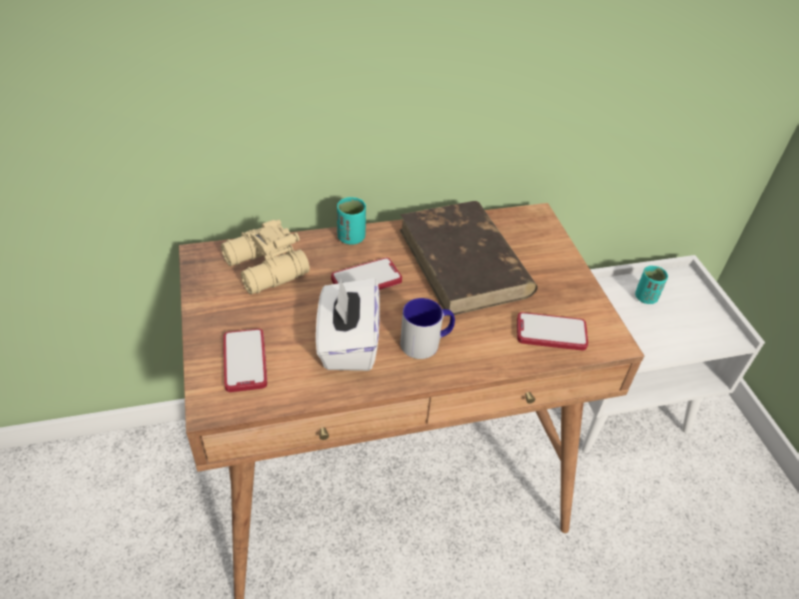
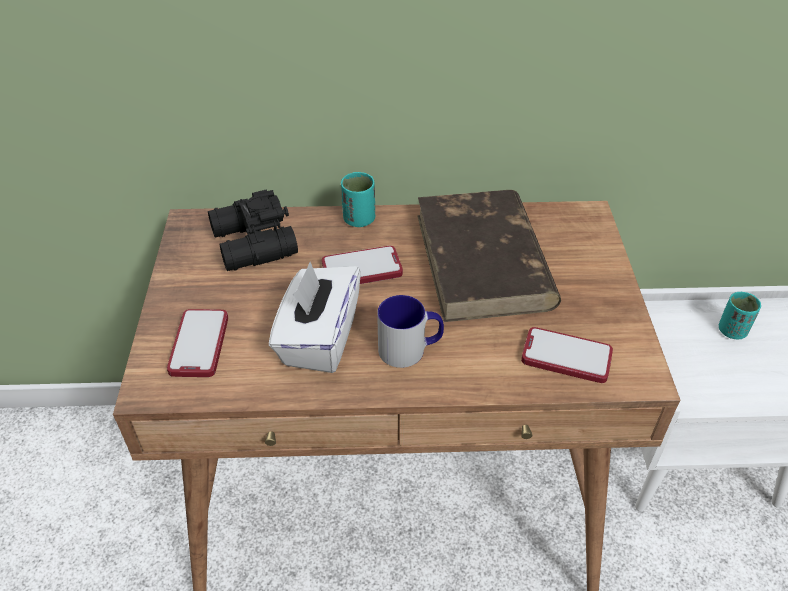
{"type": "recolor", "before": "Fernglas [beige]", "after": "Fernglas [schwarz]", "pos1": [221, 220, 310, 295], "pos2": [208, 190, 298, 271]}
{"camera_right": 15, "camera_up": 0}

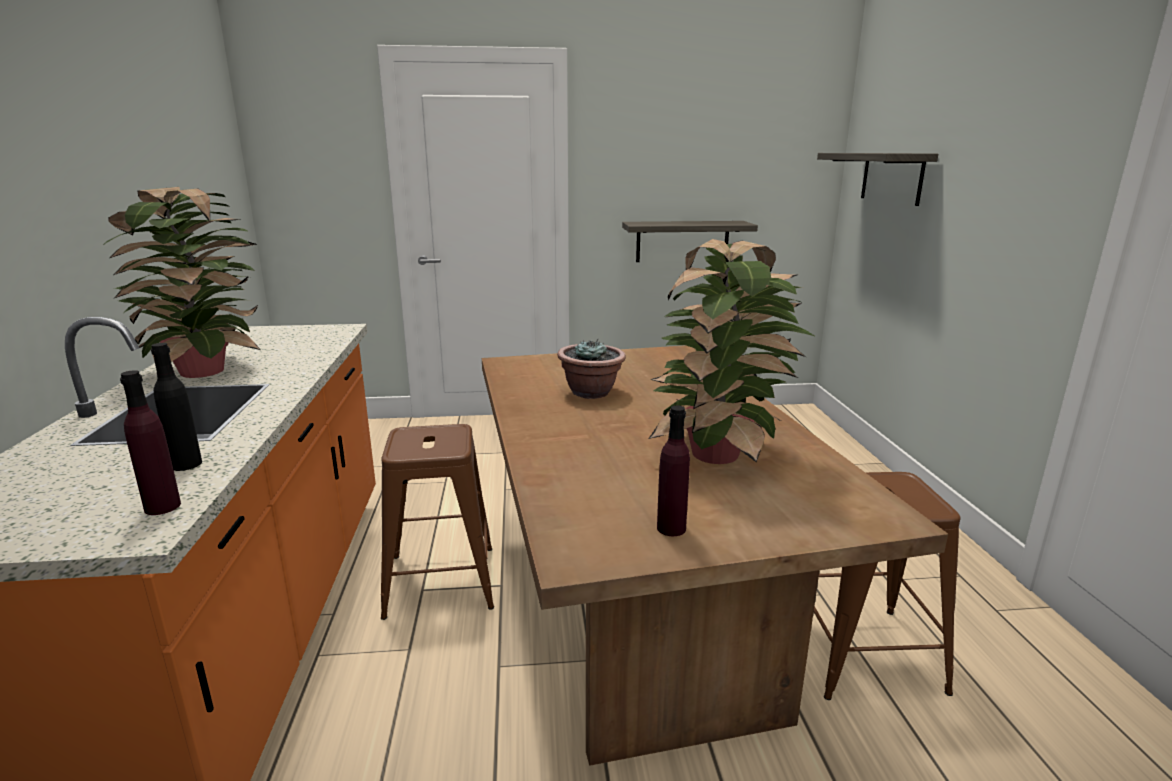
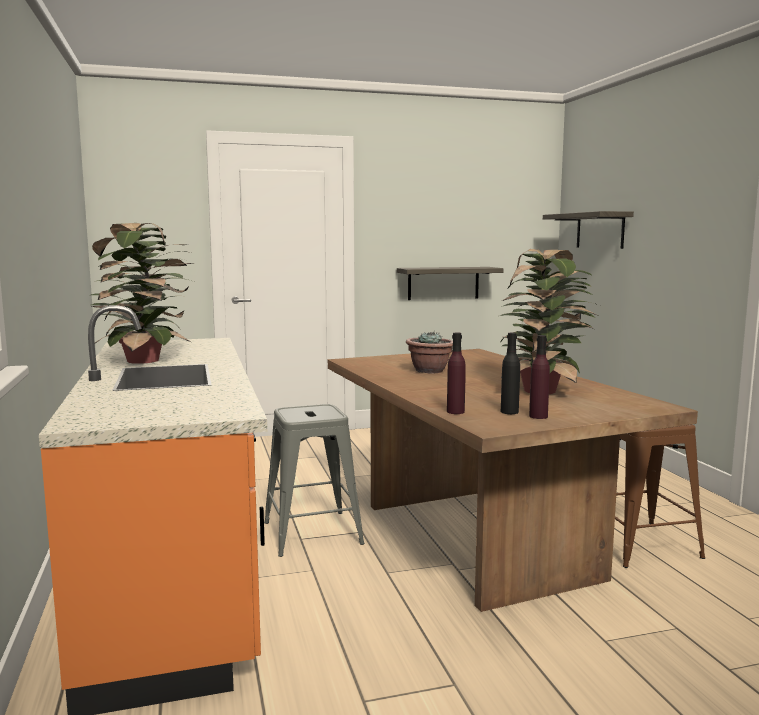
{"type": "recolor", "before": "Hocker [braun]", "after": "Hocker [grau]", "pos1": [381, 424, 494, 620], "pos2": [264, 404, 364, 557]}
{"type": "move", "before": "Flasche [lila]", "pos1": [120, 370, 181, 515], "pos2": [447, 332, 466, 414]}
{"type": "move", "before": "Flasche [schwarz]", "pos1": [151, 343, 202, 471], "pos2": [501, 333, 520, 414]}
{"camera_right": -10, "camera_up": -10}

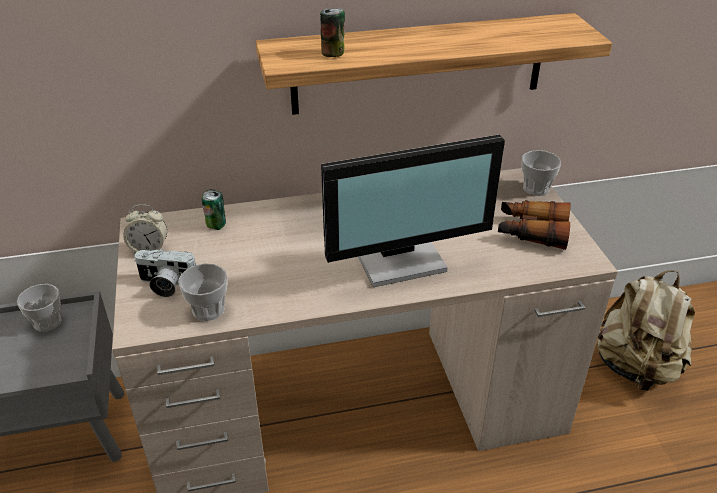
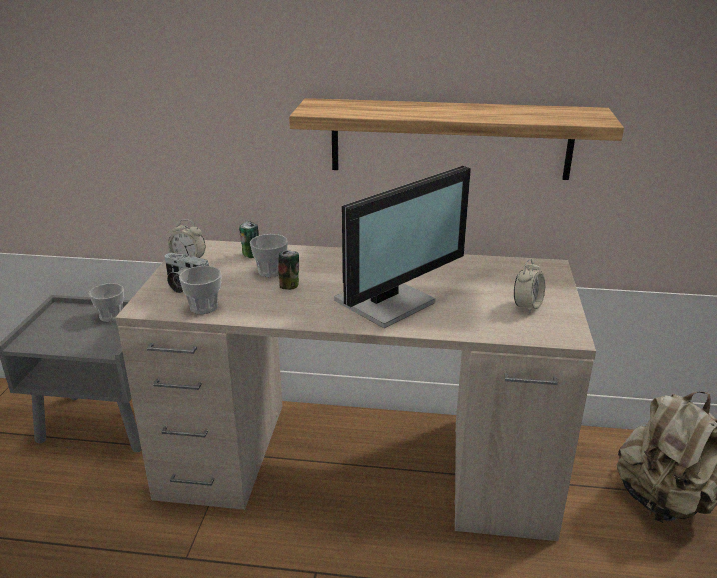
{"type": "move", "before": "Tasse", "pos1": [522, 150, 561, 196], "pos2": [250, 234, 288, 277]}
{"type": "move", "before": "Dose", "pos1": [320, 8, 345, 57], "pos2": [278, 250, 299, 290]}
{"type": "rotate", "before": "Monitor", "pos1": [321, 135, 505, 287], "pos2": [334, 166, 471, 328], "turn": -45}
{"type": "replace", "before": "Fernglas", "after": "Wecker", "pos1": [498, 200, 571, 250], "pos2": [514, 259, 545, 313]}
{"camera_right": 20, "camera_up": -10}

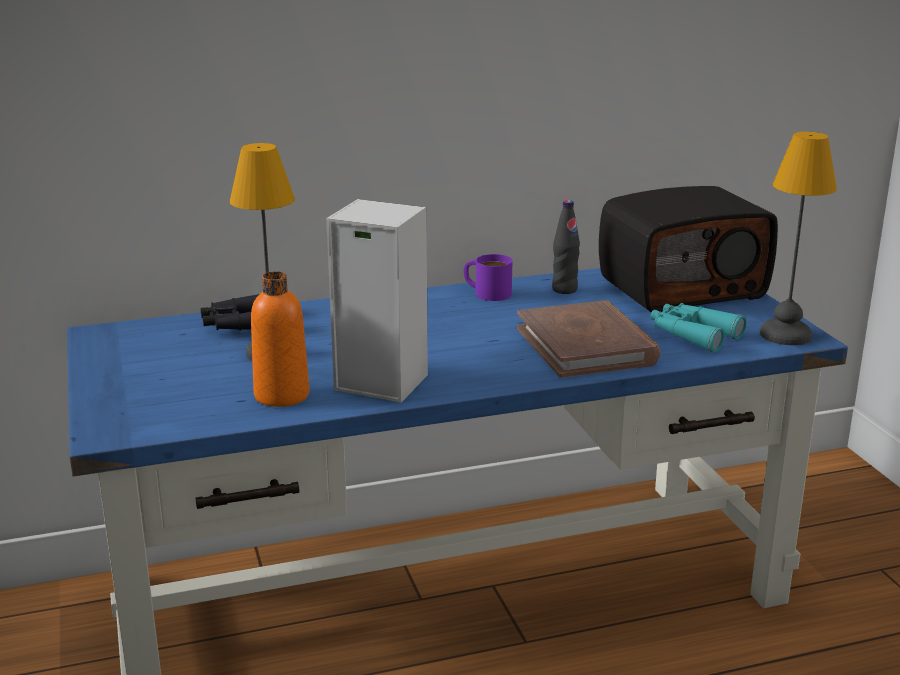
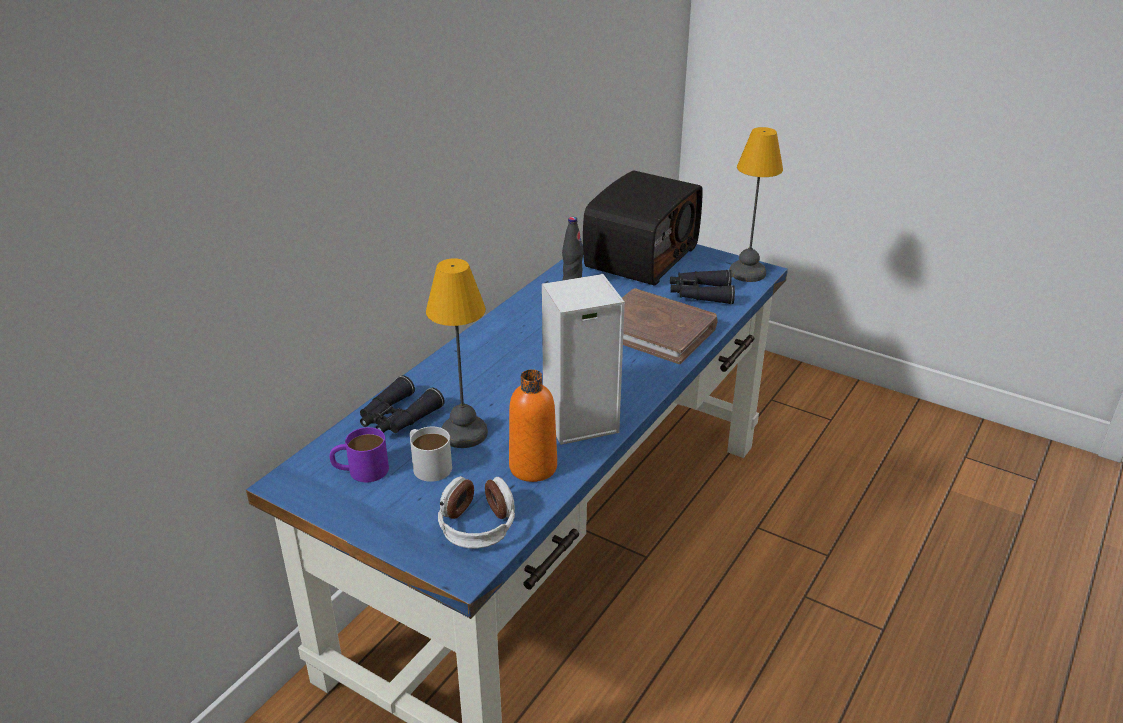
{"type": "move", "before": "Henkelbecher [lila]", "pos1": [464, 254, 513, 301], "pos2": [330, 427, 389, 482]}
{"type": "insert", "after": "Henkelbecher [weiß]", "pos2": [410, 427, 452, 482]}
{"type": "insert", "after": "Kopfhörer", "pos2": [438, 476, 515, 549]}
{"type": "recolor", "before": "Fernglas [türkis]", "after": "Fernglas [schwarz]", "pos1": [650, 303, 747, 353], "pos2": [670, 269, 735, 304]}
{"camera_right": -40, "camera_up": 10}

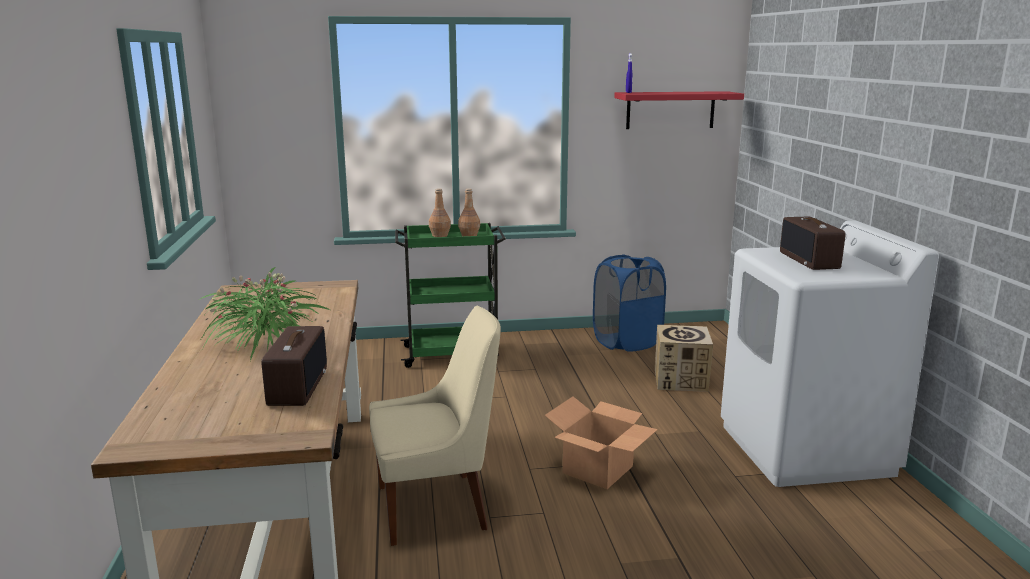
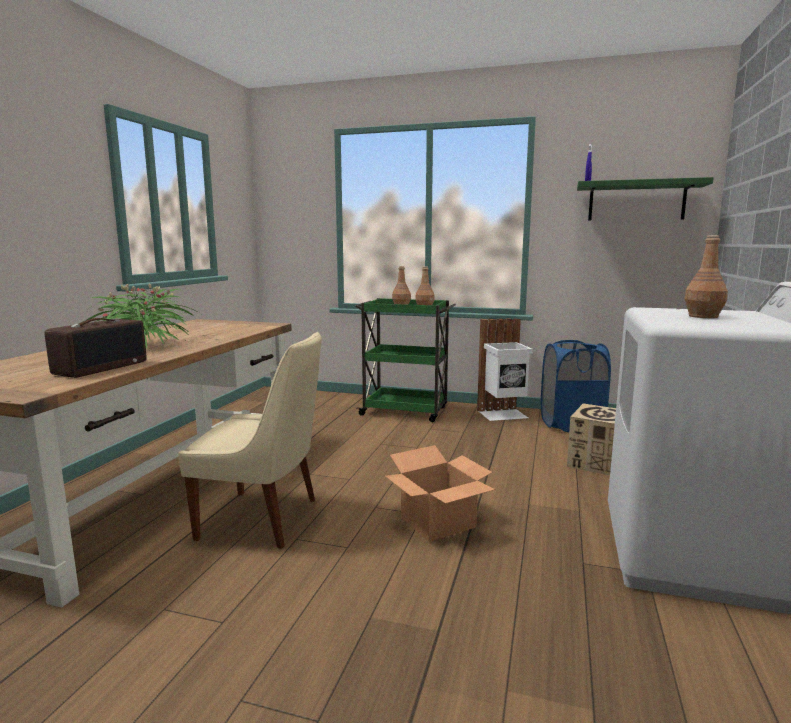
{"type": "insert", "after": "Mülleimer [weiß]", "pos2": [477, 319, 533, 421]}
{"type": "recolor", "before": "Wandregal [rot]", "after": "Wandregal [grün]", "pos1": [614, 91, 744, 129], "pos2": [577, 177, 714, 220]}
{"type": "replace", "before": "Radio", "after": "Flasche [braun]", "pos1": [780, 217, 846, 270], "pos2": [684, 235, 728, 318]}
{"camera_right": 25, "camera_up": -5}

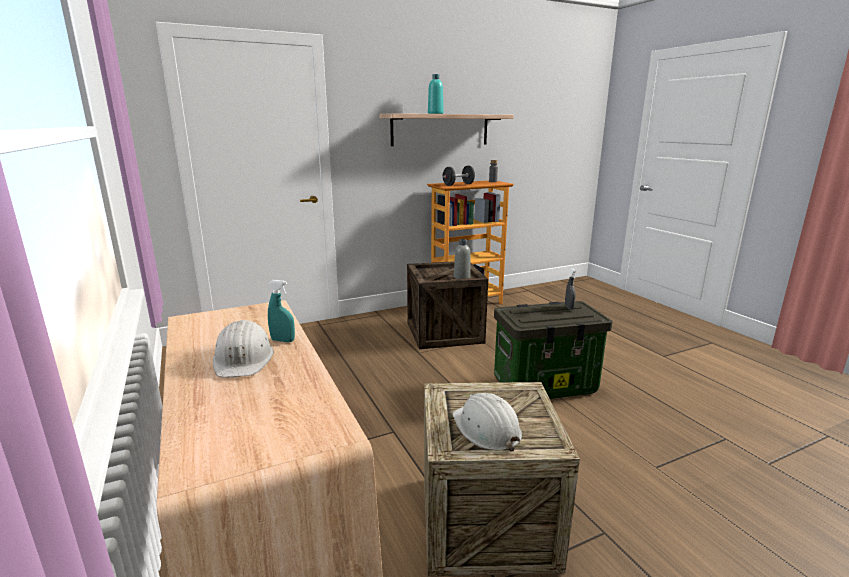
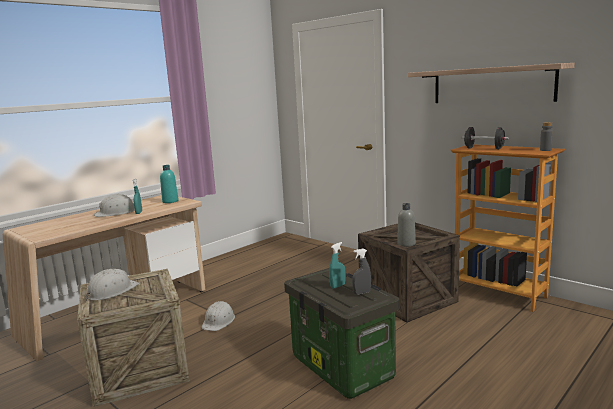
{"type": "move", "before": "Flasche [türkis]", "pos1": [428, 74, 443, 114], "pos2": [160, 165, 179, 203]}
{"type": "insert", "after": "Schutzhelm [weiß]", "pos2": [202, 301, 235, 331]}
{"type": "insert", "after": "Sprühflasche [türkis]", "pos2": [329, 242, 346, 289]}
{"camera_right": 70, "camera_up": -5}

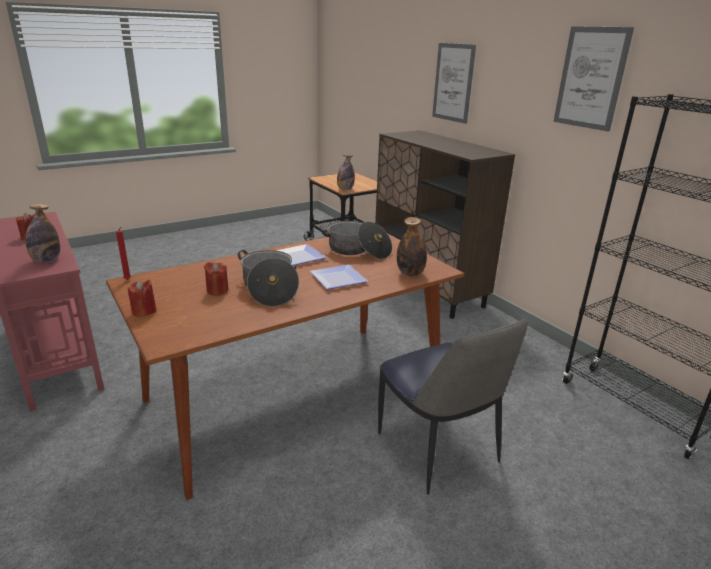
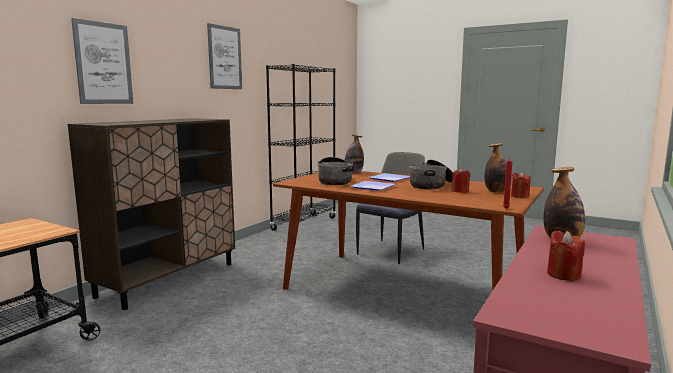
{"type": "move", "before": "Flasche", "pos1": [337, 154, 355, 190], "pos2": [485, 143, 506, 192]}
{"camera_right": -115, "camera_up": -15}

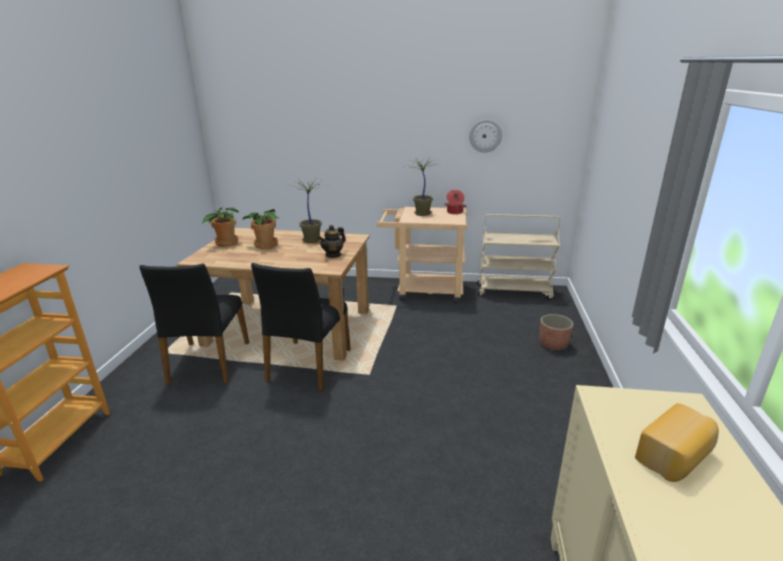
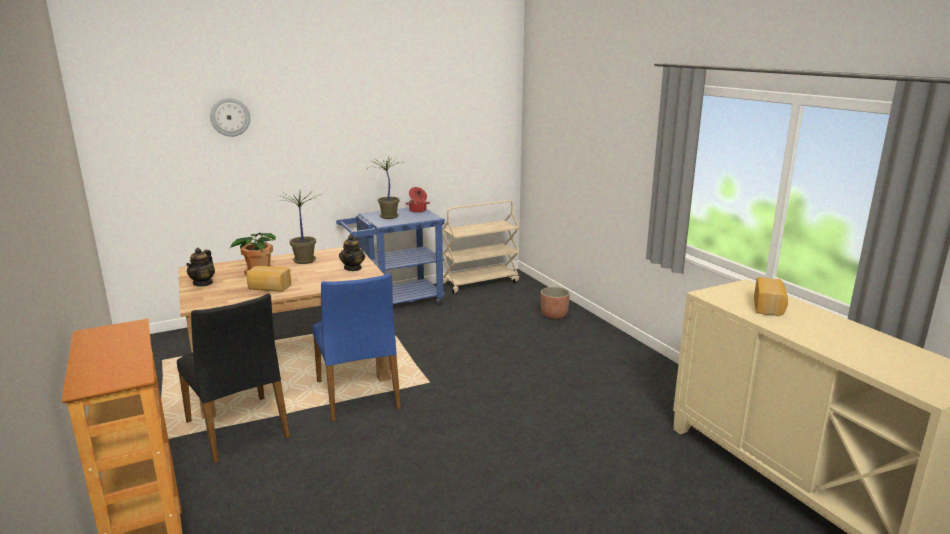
{"type": "replace", "before": "Topfpflanze", "after": "Teekanne", "pos1": [202, 207, 239, 247], "pos2": [186, 248, 215, 287]}
{"type": "move", "before": "Wanduhr", "pos1": [469, 119, 502, 153], "pos2": [210, 98, 251, 137]}
{"type": "insert", "after": "Brot", "pos2": [247, 266, 291, 292]}
{"type": "recolor", "before": "Stuhl [schwarz]", "after": "Stuhl [blau]", "pos1": [251, 263, 351, 391], "pos2": [312, 273, 401, 421]}
{"type": "recolor", "before": "Rollwagen [beige]", "after": "Rollwagen [blau]", "pos1": [376, 207, 468, 304], "pos2": [336, 208, 445, 306]}
{"camera_right": -35, "camera_up": -5}

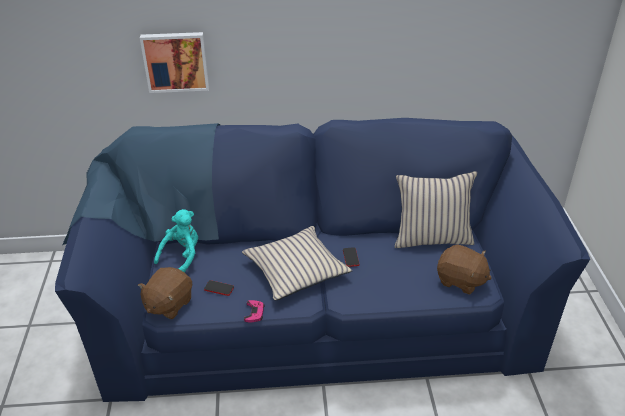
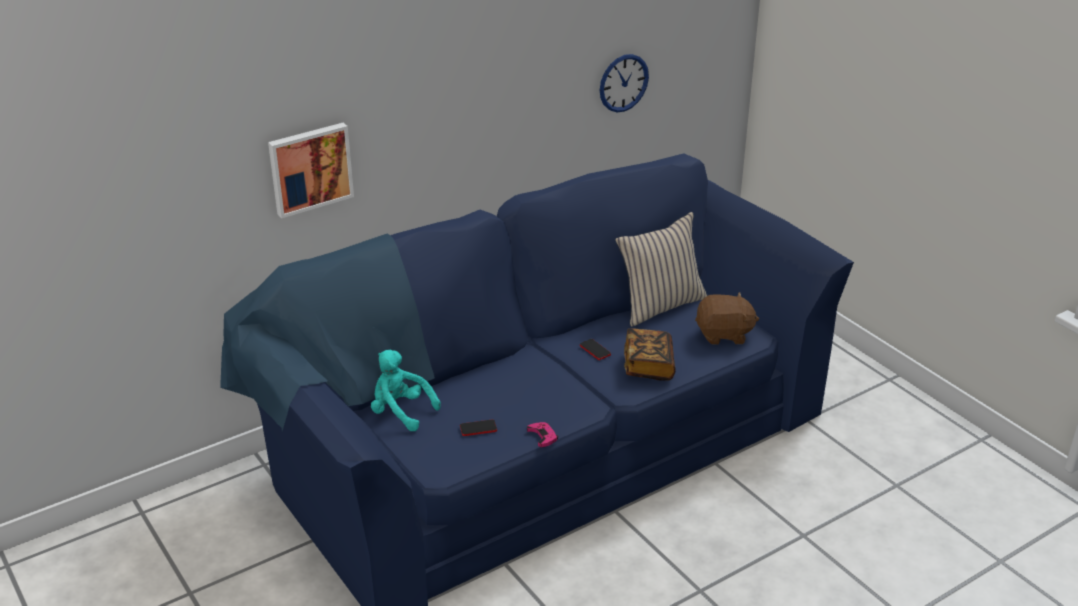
{"type": "rotate", "before": "Plüschtier [türkis]", "pos1": [154, 209, 198, 273], "pos2": [371, 350, 441, 431], "turn": -60}
{"type": "insert", "after": "Wanduhr", "pos2": [600, 54, 649, 112]}
{"type": "insert", "after": "Buch", "pos2": [624, 328, 676, 381]}
{"type": "delete", "before": "Plüschtier [braun]", "pos1": [138, 267, 192, 319]}
{"type": "delete", "before": "Kissen [beige]", "pos1": [242, 226, 352, 300]}
{"camera_right": -30, "camera_up": -5}

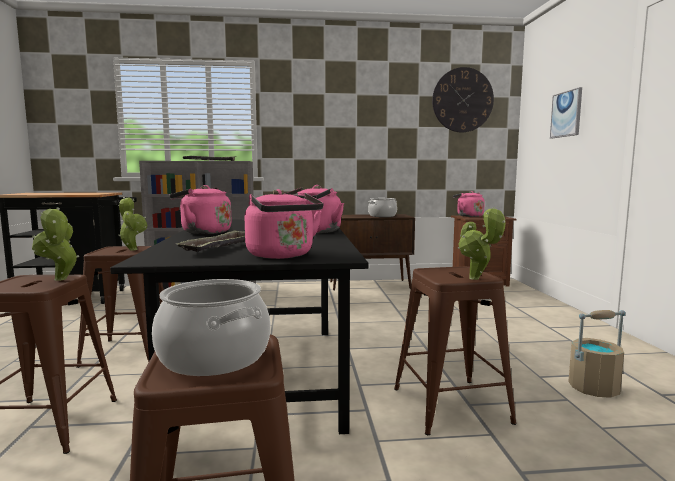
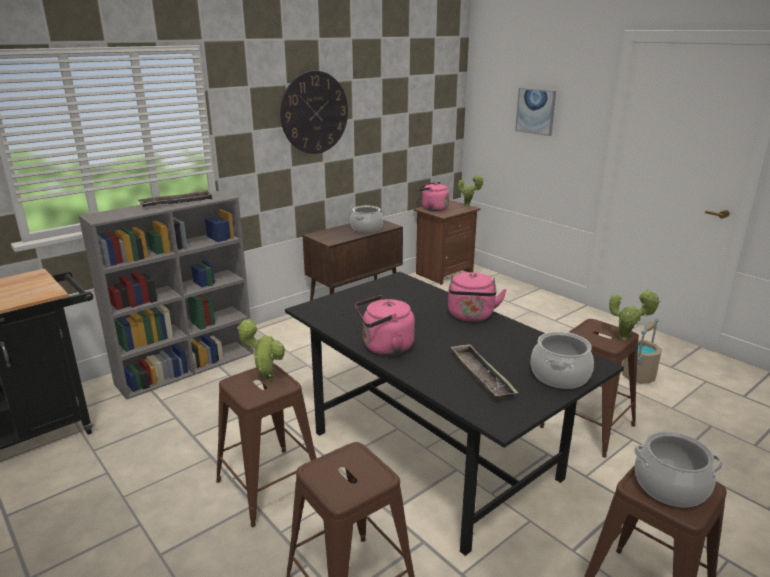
{"type": "move", "before": "Wanduhr", "pos1": [432, 67, 494, 132], "pos2": [280, 71, 348, 154]}
{"type": "move", "before": "Topfpflanze", "pos1": [32, 207, 79, 281], "pos2": [458, 174, 484, 206]}
{"type": "replace", "before": "Wasserkessel [rosa]", "after": "Kochtopf", "pos1": [245, 189, 323, 259], "pos2": [531, 332, 594, 389]}
{"camera_right": -35, "camera_up": 15}

